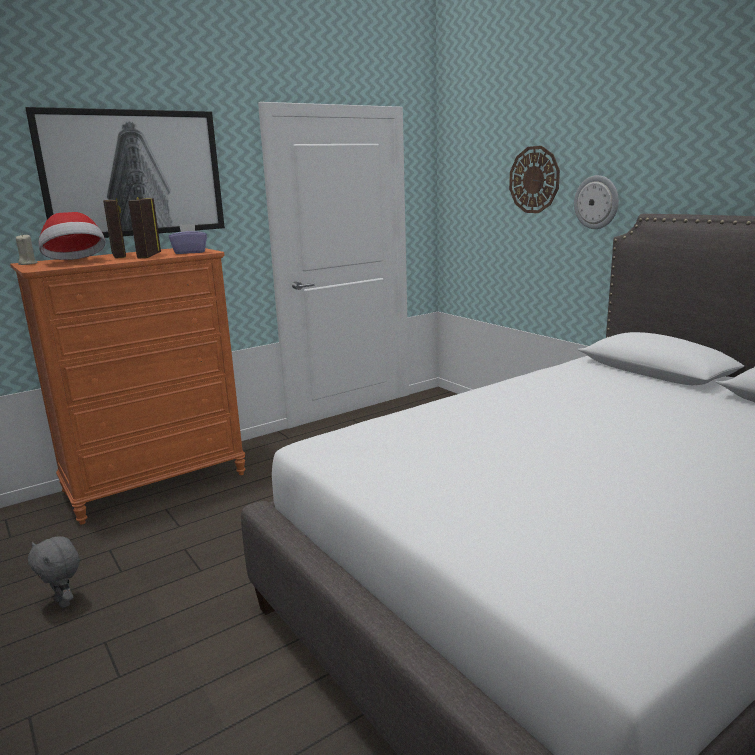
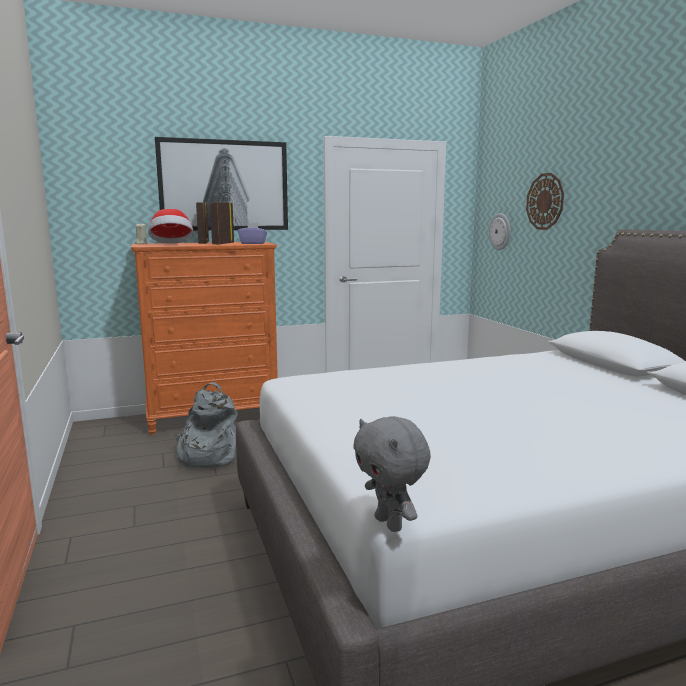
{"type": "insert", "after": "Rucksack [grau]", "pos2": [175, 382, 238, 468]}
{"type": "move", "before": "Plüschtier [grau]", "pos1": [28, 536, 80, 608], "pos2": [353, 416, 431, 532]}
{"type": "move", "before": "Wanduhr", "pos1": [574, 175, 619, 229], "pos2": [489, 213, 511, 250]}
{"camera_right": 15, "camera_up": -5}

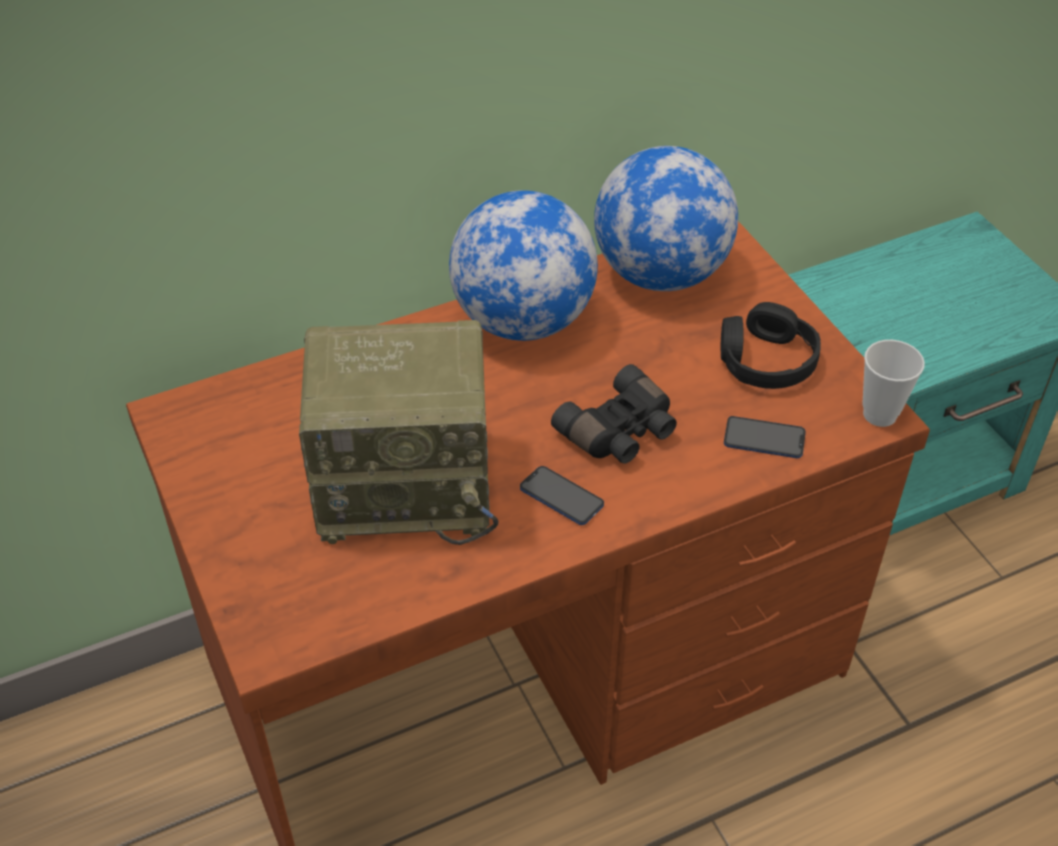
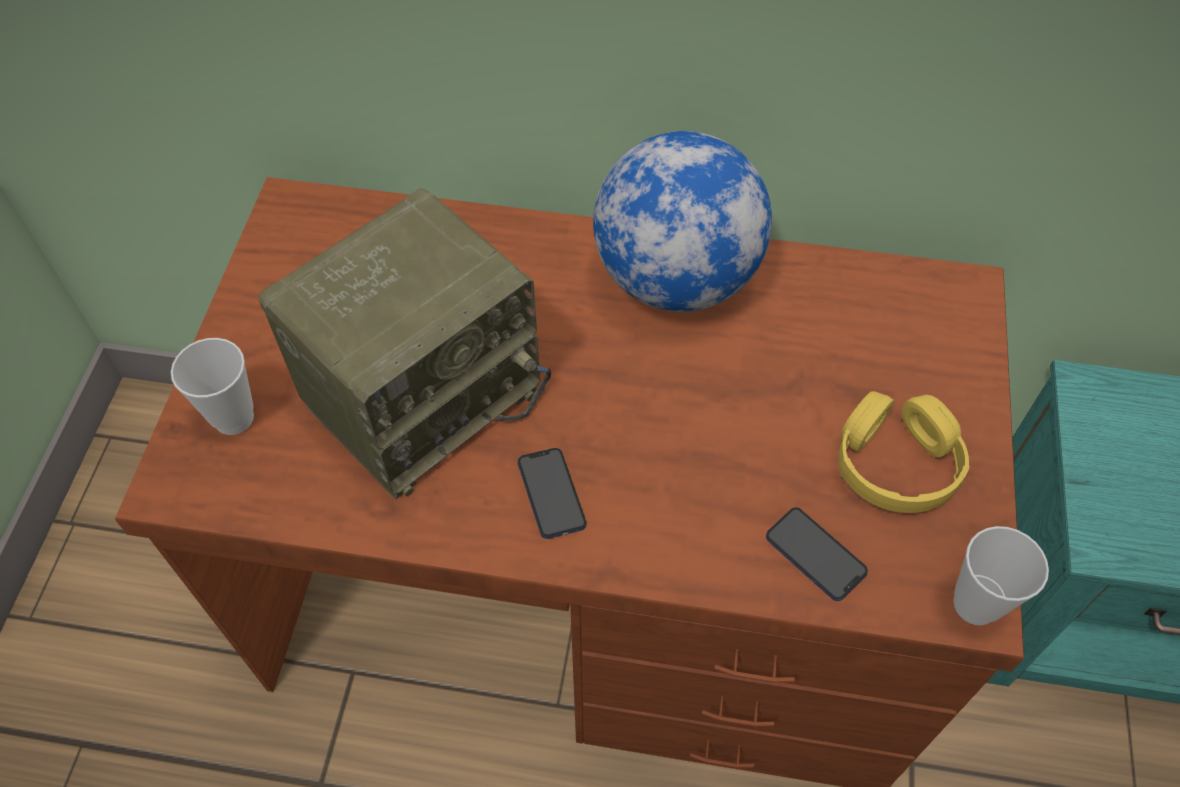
{"type": "insert", "after": "Tasse", "pos2": [171, 338, 254, 435]}
{"type": "rotate", "before": "Radio", "pos1": [299, 320, 499, 545], "pos2": [258, 188, 551, 500], "turn": -75}
{"type": "recolor", "before": "Kopfhörer [schwarz]", "after": "Kopfhörer [gelb]", "pos1": [721, 302, 821, 389], "pos2": [838, 391, 969, 513]}
{"type": "delete", "before": "Fernglas [schwarz]", "pos1": [551, 364, 677, 464]}
{"type": "delete", "before": "Globus", "pos1": [594, 146, 738, 291]}
{"camera_right": 35, "camera_up": 10}

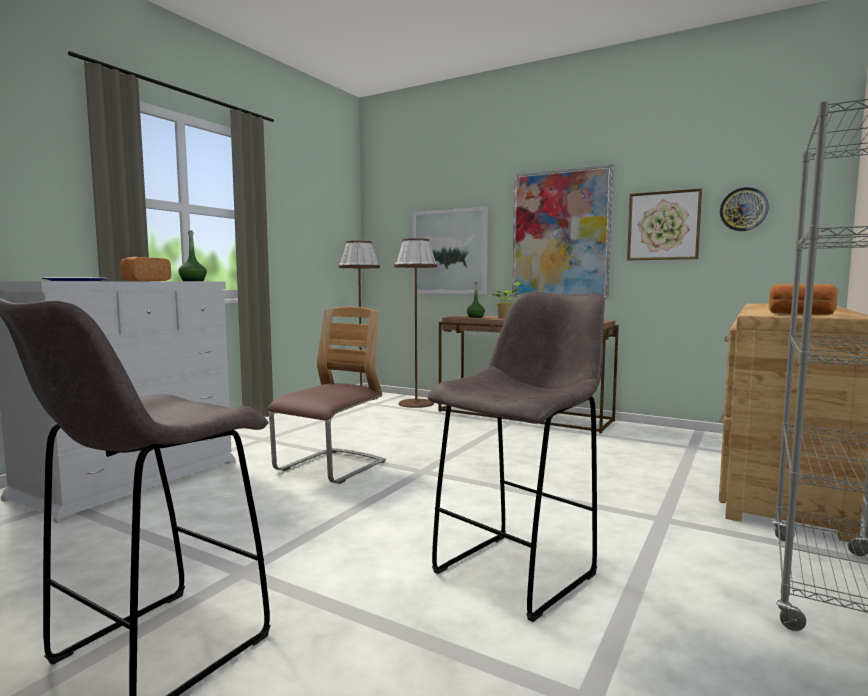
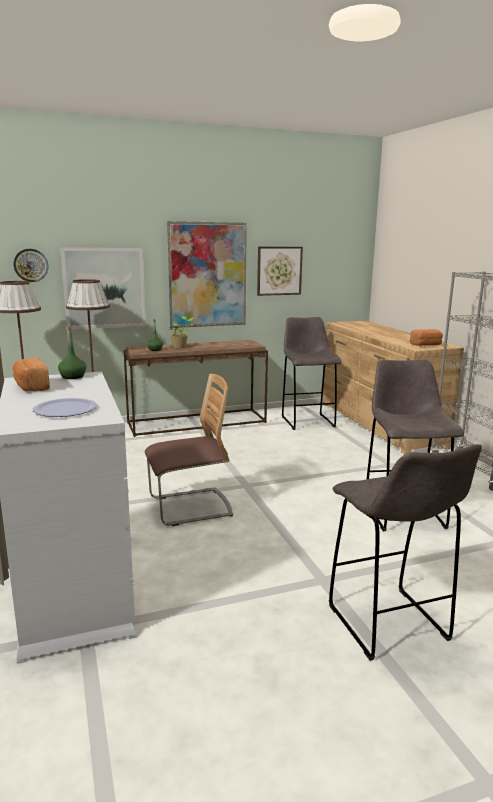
{"type": "move", "before": "Wanduhr", "pos1": [720, 187, 769, 231], "pos2": [14, 249, 48, 282]}
{"type": "rotate", "before": "Stuhl", "pos1": [268, 307, 386, 484], "pos2": [145, 373, 233, 526], "turn": 90}
{"type": "insert", "after": "Hocker [grau]", "pos2": [282, 317, 342, 430]}
{"camera_right": -50, "camera_up": 10}

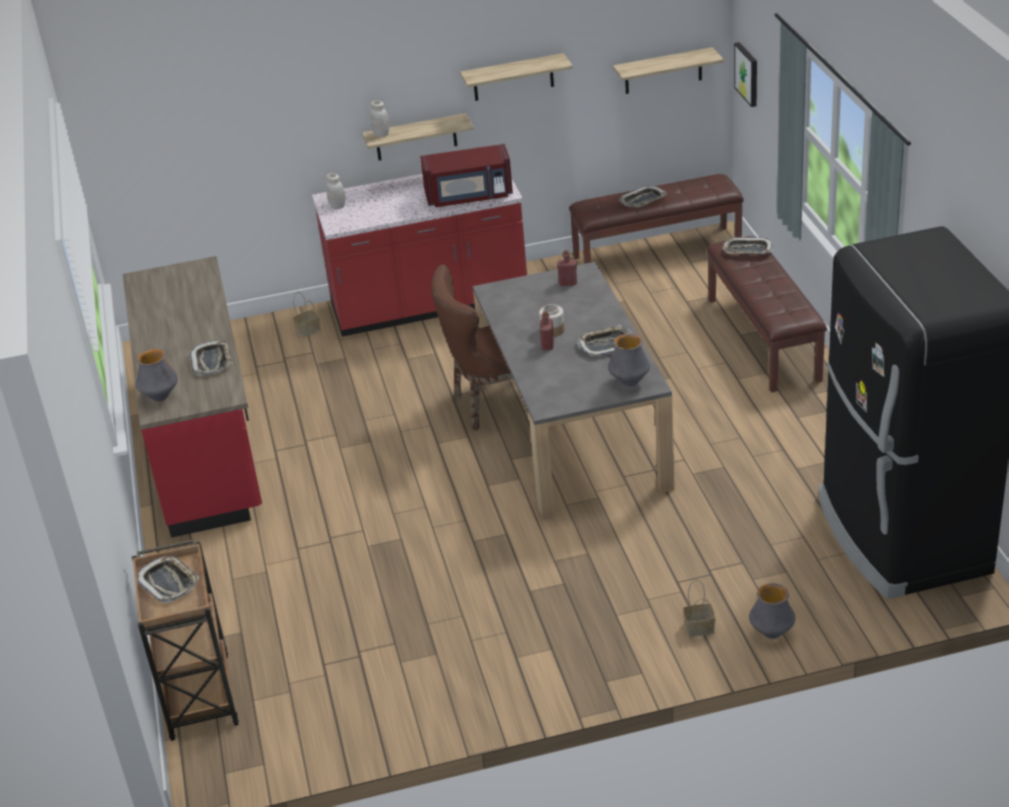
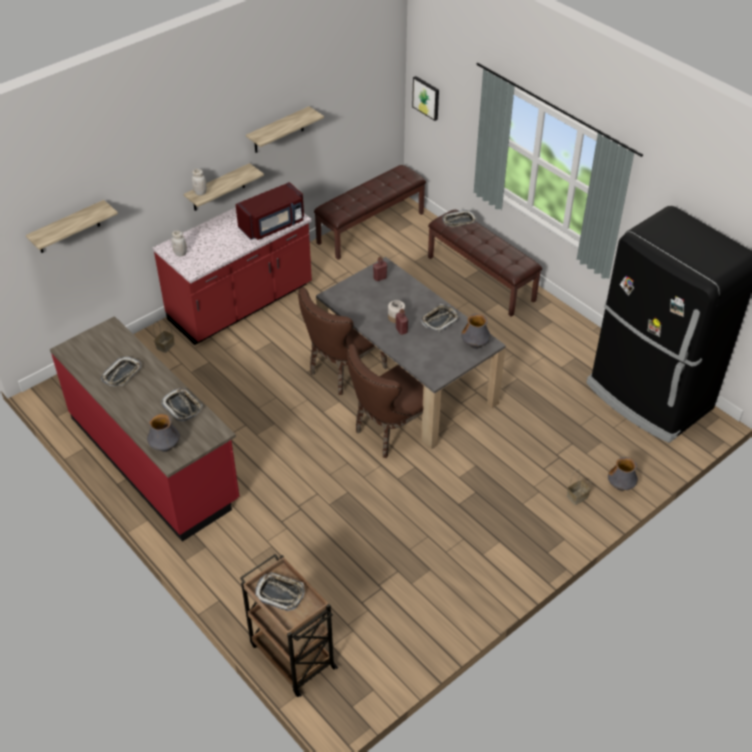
{"type": "move", "before": "Wandregal", "pos1": [613, 47, 724, 94], "pos2": [26, 200, 118, 253]}
{"type": "move", "before": "Tablett", "pos1": [619, 186, 667, 207], "pos2": [101, 357, 142, 386]}
{"type": "insert", "after": "Stuhl [braun]", "pos2": [347, 344, 424, 458]}
{"camera_right": -30, "camera_up": 10}

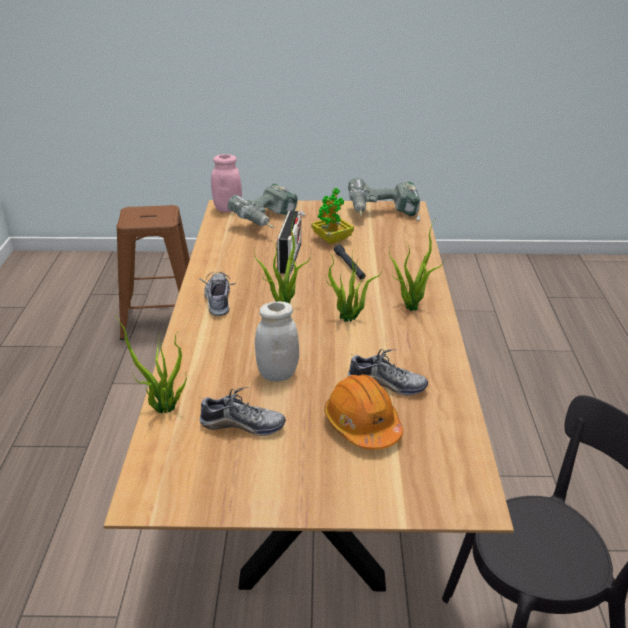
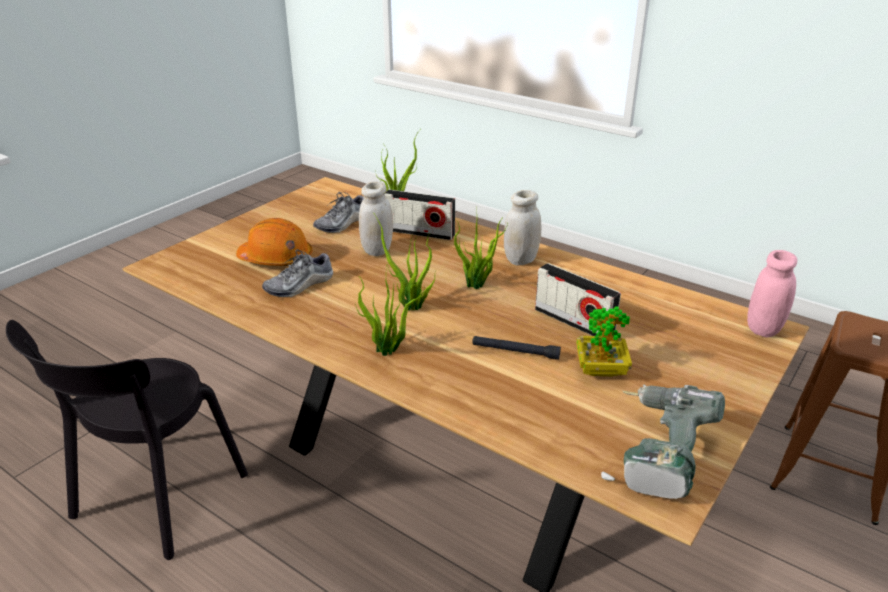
{"type": "insert", "after": "Radio", "pos2": [385, 189, 455, 240]}
{"type": "replace", "before": "Schuh", "after": "Vorratsglas [weiß]", "pos1": [199, 272, 235, 316], "pos2": [504, 190, 541, 266]}
{"type": "delete", "before": "Bohrmaschine", "pos1": [228, 184, 305, 228]}
{"camera_right": 125, "camera_up": 0}

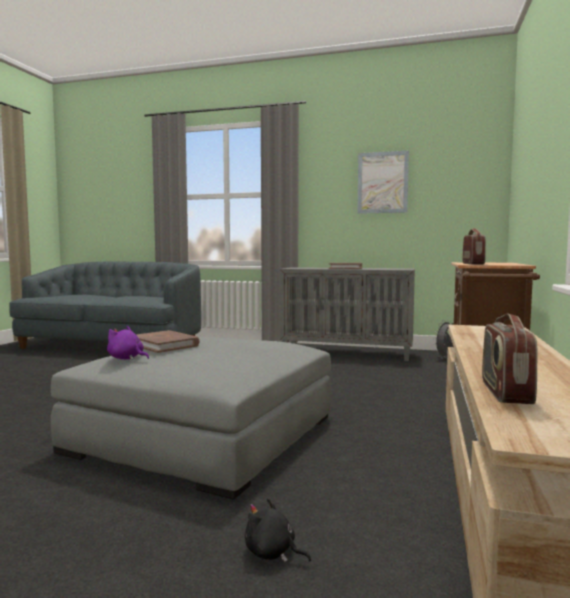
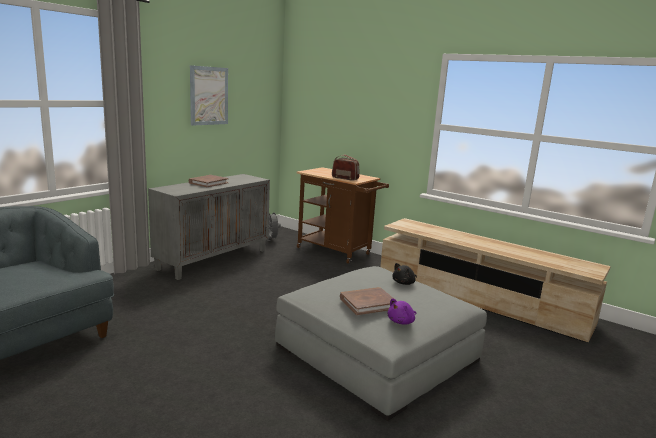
{"type": "move", "before": "Plüschtier [schwarz]", "pos1": [245, 498, 311, 562], "pos2": [392, 263, 417, 285]}
{"type": "delete", "before": "Radio", "pos1": [482, 313, 537, 404]}
{"camera_right": -70, "camera_up": 10}

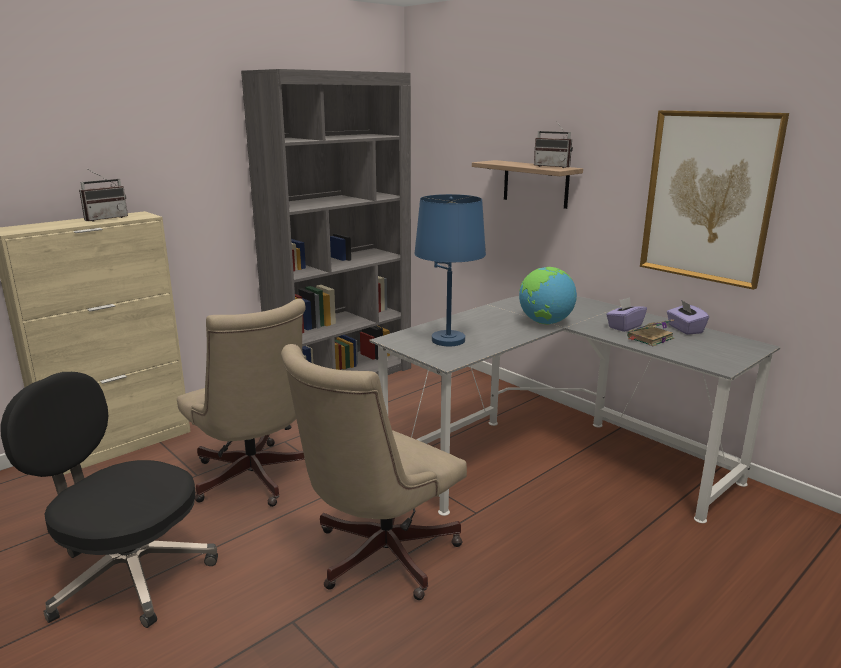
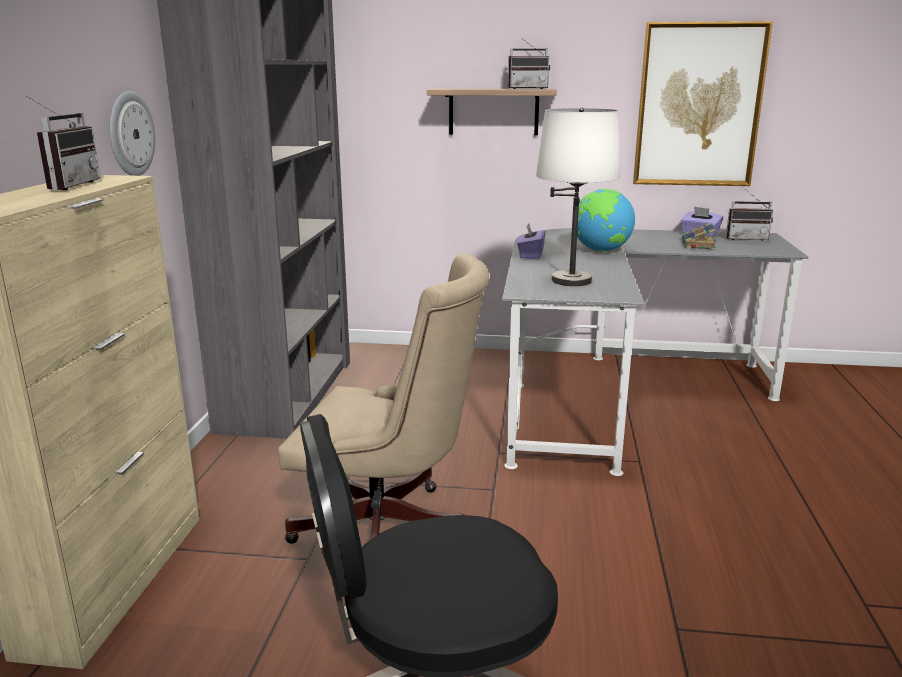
{"type": "insert", "after": "Wanduhr", "pos2": [110, 91, 155, 176]}
{"type": "move", "before": "Taschentuchbox [lila]", "pos1": [606, 297, 647, 332], "pos2": [517, 224, 545, 259]}
{"type": "recolor", "before": "Tischlampe [blau]", "after": "Tischlampe [weiß]", "pos1": [414, 194, 486, 346], "pos2": [536, 107, 620, 286]}
{"type": "insert", "after": "Radio", "pos2": [726, 189, 773, 241]}
{"type": "delete", "before": "Bürostuhl [beige]", "pos1": [281, 344, 467, 600]}
{"camera_right": -40, "camera_up": 0}

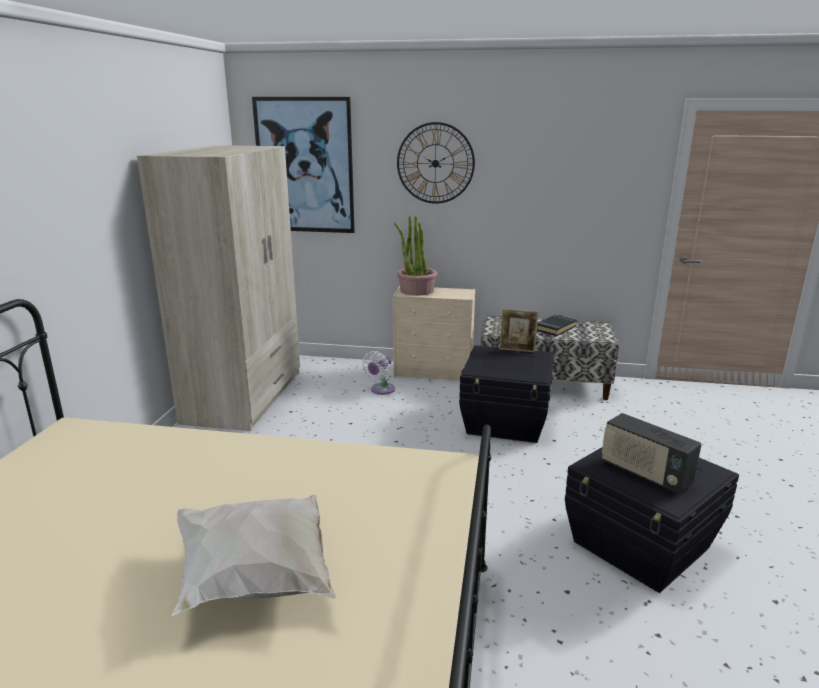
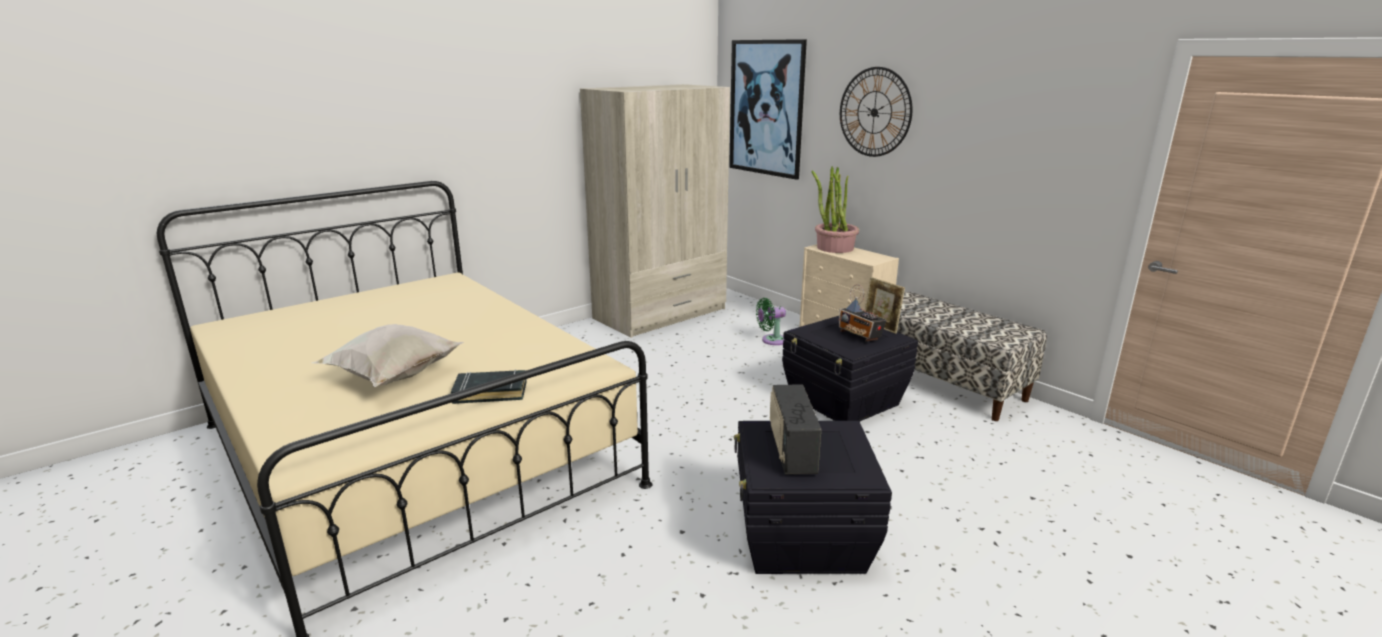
{"type": "move", "before": "Buch [schwarz]", "pos1": [537, 314, 577, 336], "pos2": [451, 369, 527, 404]}
{"type": "recolor", "before": "Ventilator [weiß]", "after": "Ventilator [grün]", "pos1": [362, 351, 395, 395], "pos2": [756, 298, 786, 345]}
{"type": "insert", "after": "Radio", "pos2": [838, 284, 887, 342]}
{"camera_right": 40, "camera_up": 0}

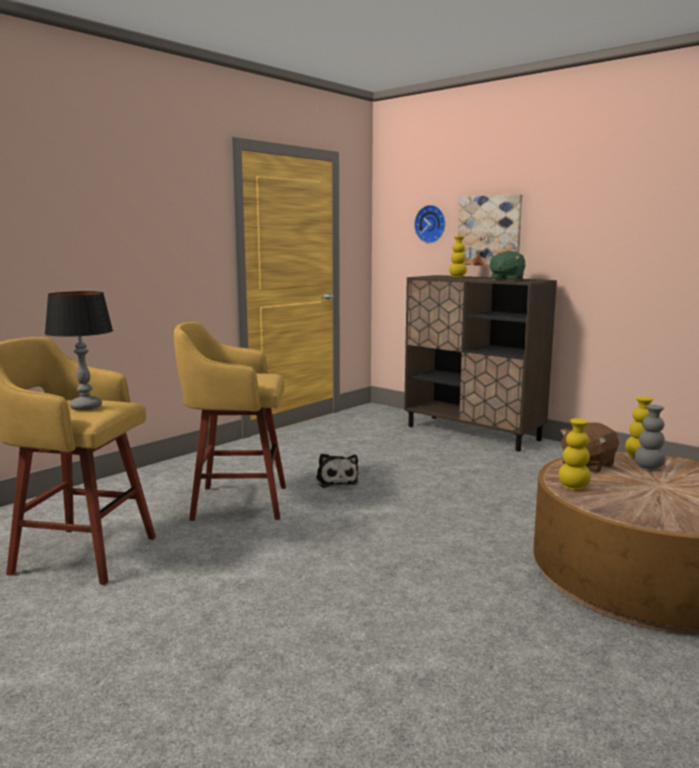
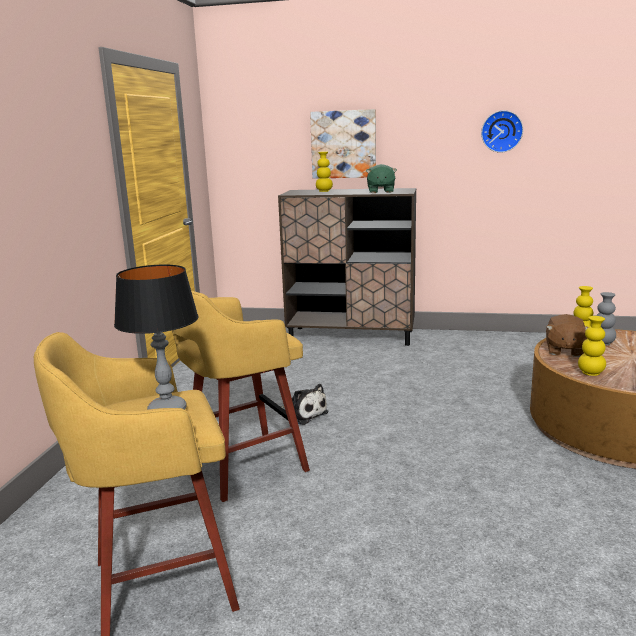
{"type": "move", "before": "Wanduhr", "pos1": [414, 205, 445, 243], "pos2": [481, 110, 523, 153]}
{"camera_right": -30, "camera_up": 5}

